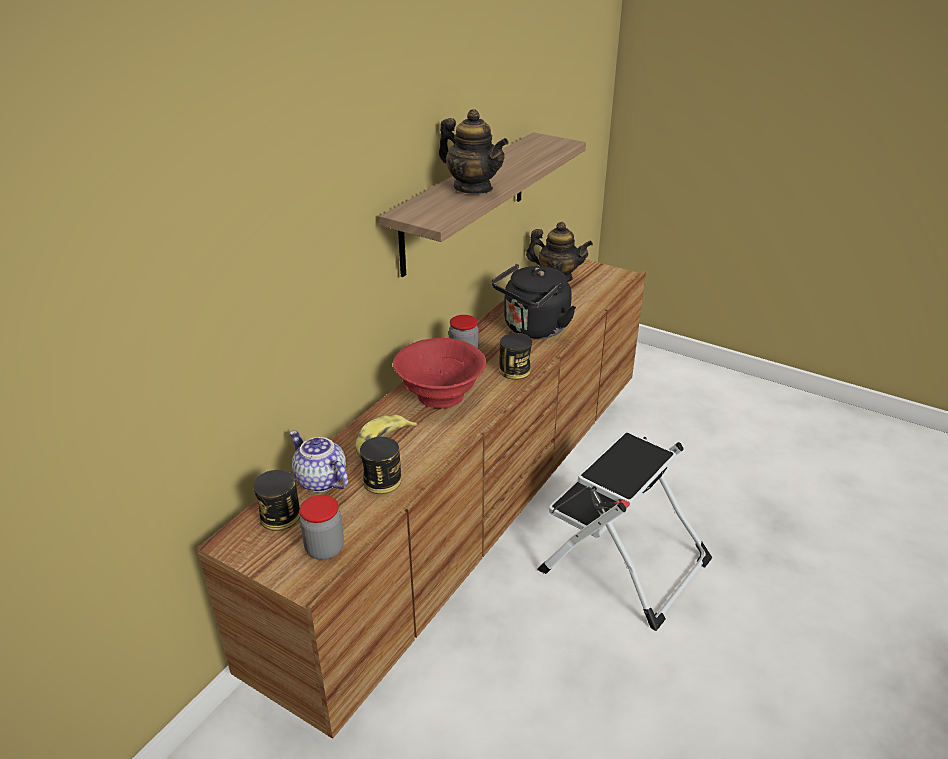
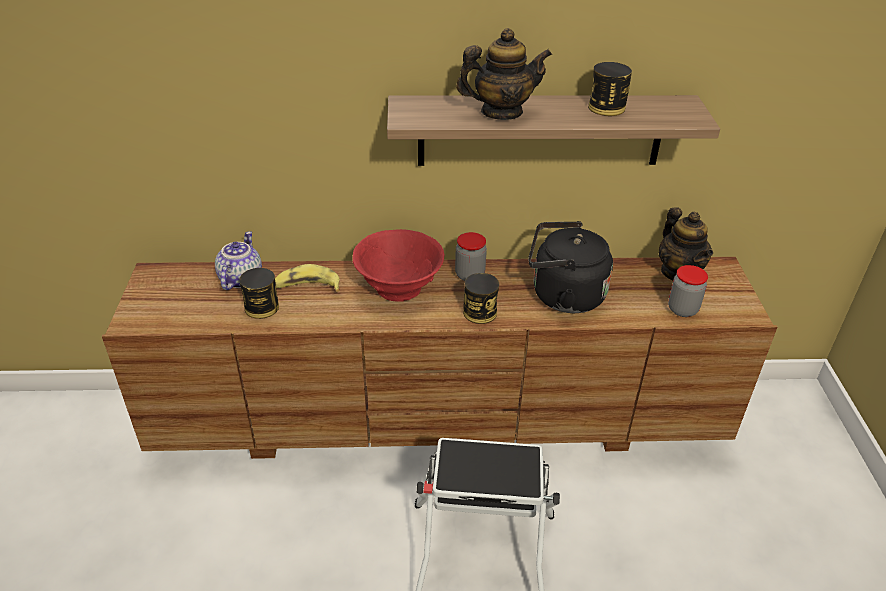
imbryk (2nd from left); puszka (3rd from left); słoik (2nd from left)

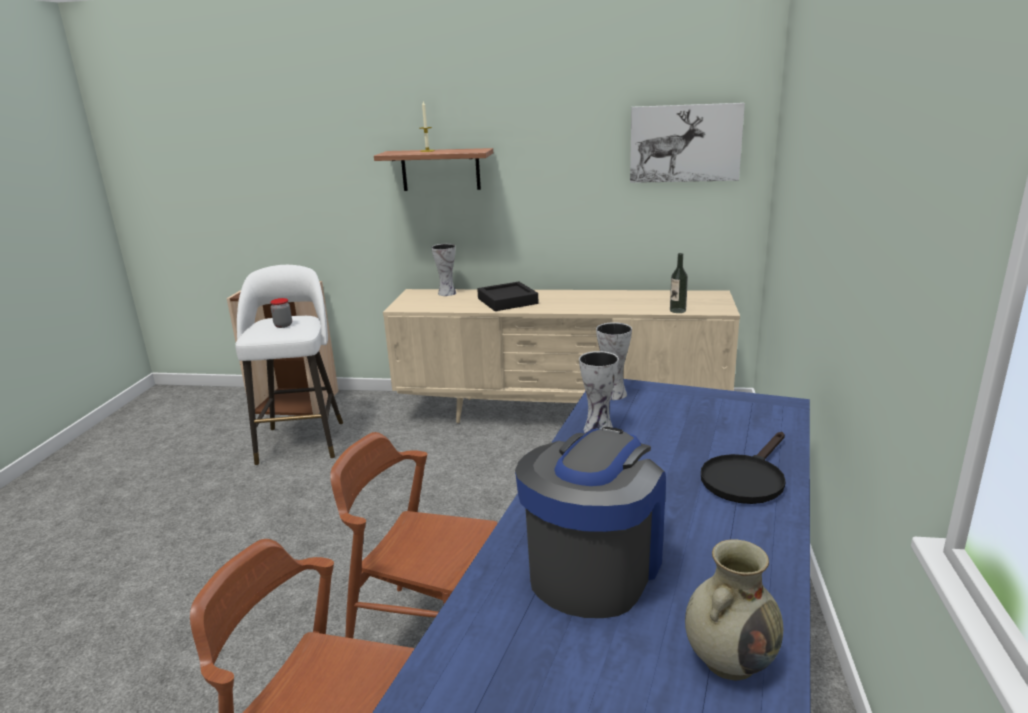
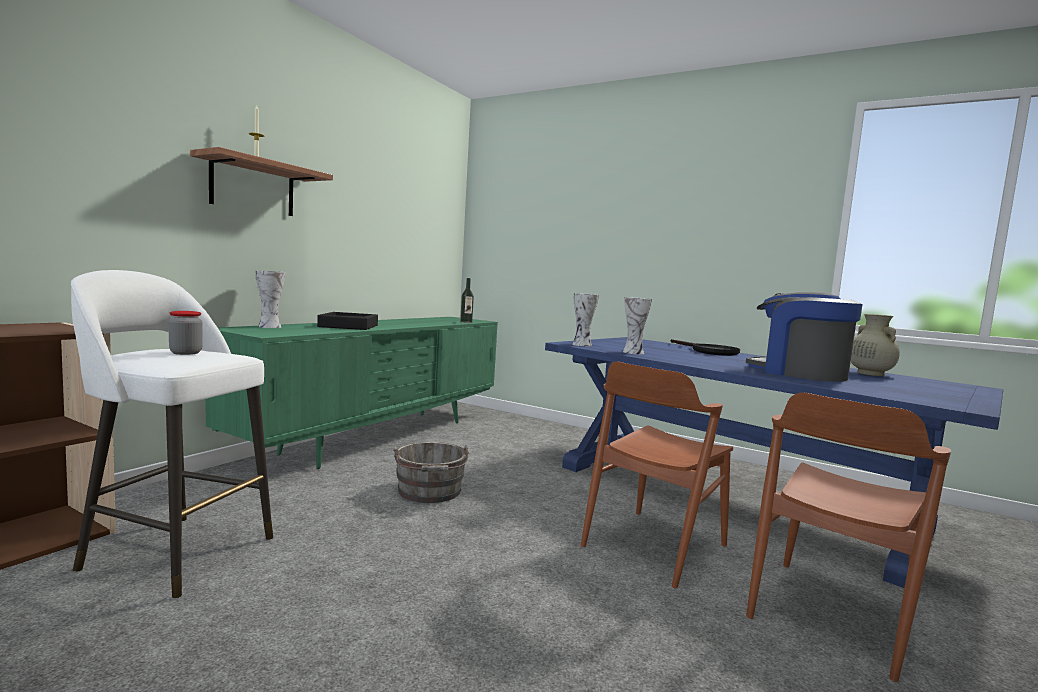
szafka [zielony]; wiadro [szary]; obraz

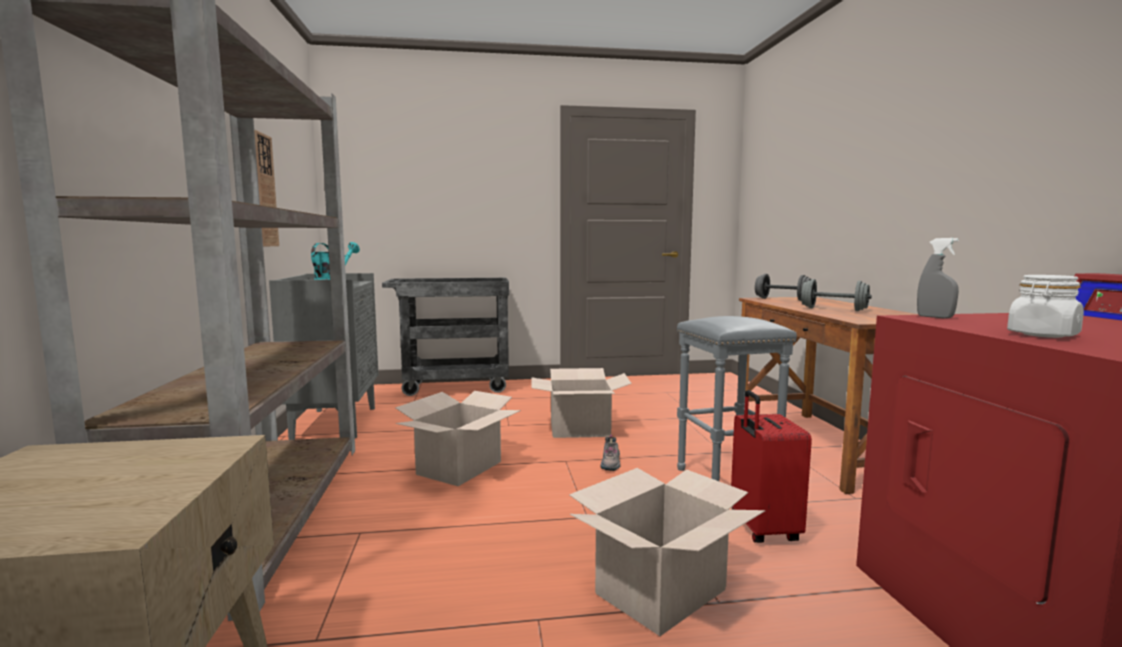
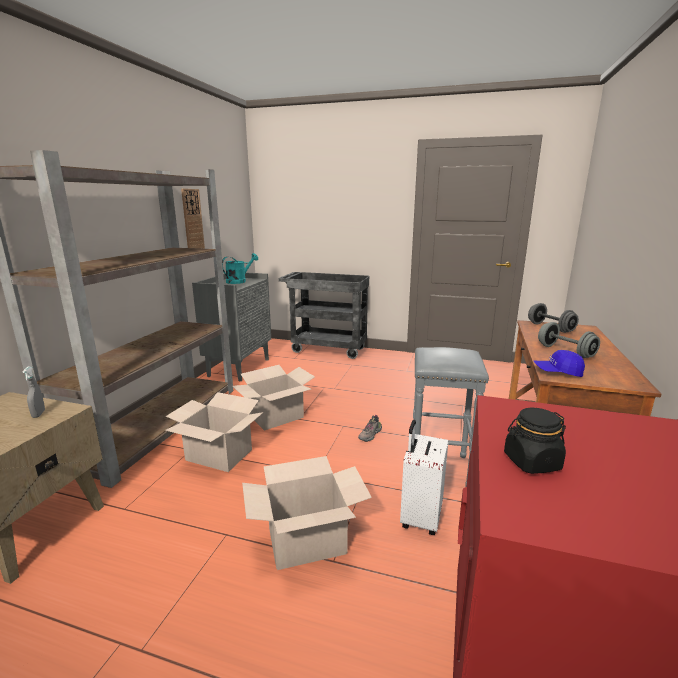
spryskiwacz [szary]; karton (1st from left); walizka [biały]; słoik [czarny]; czapka z daszkiem [niebieski]

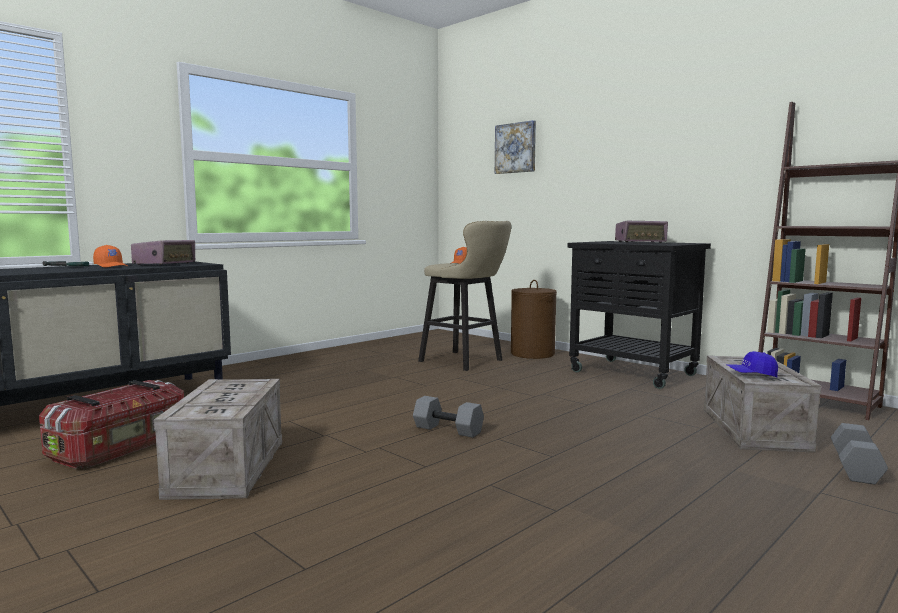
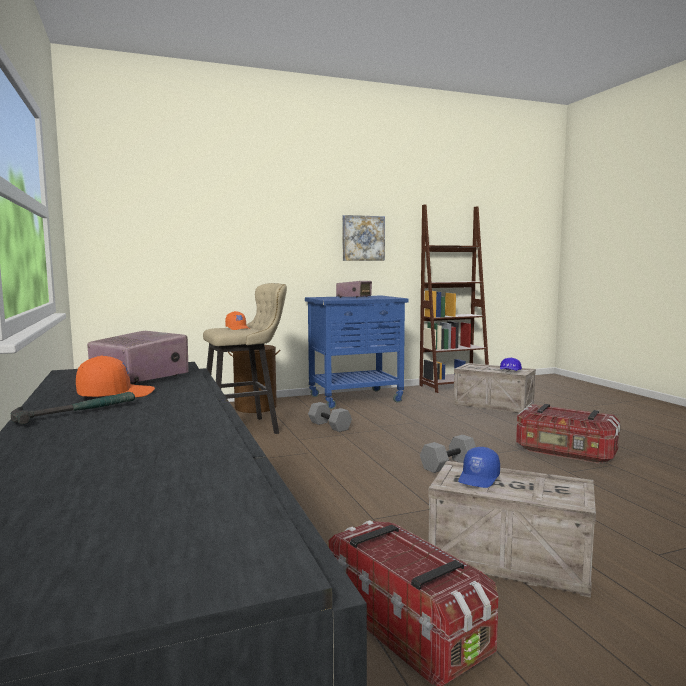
wózek [niebieski]; hantel [szary] (1st from left); obraz; czapka z daszkiem [niebieski] (1st from left); pojemnik do przechowywania (2nd from left)

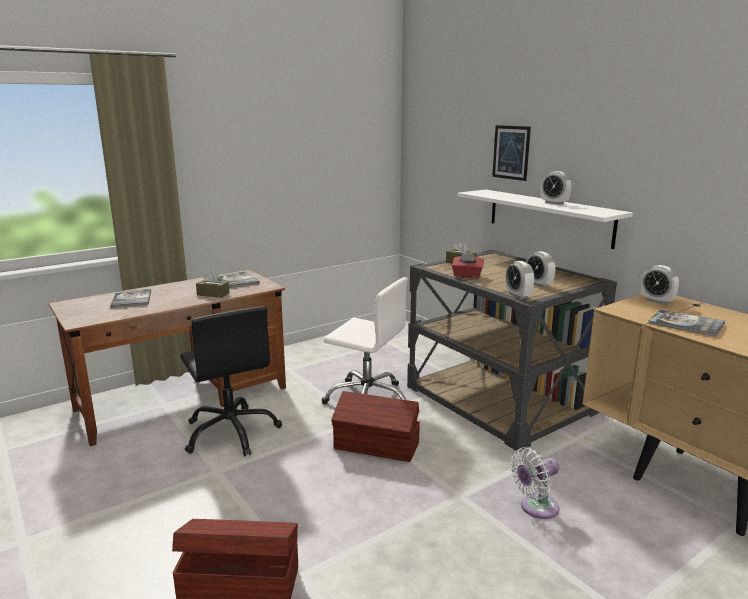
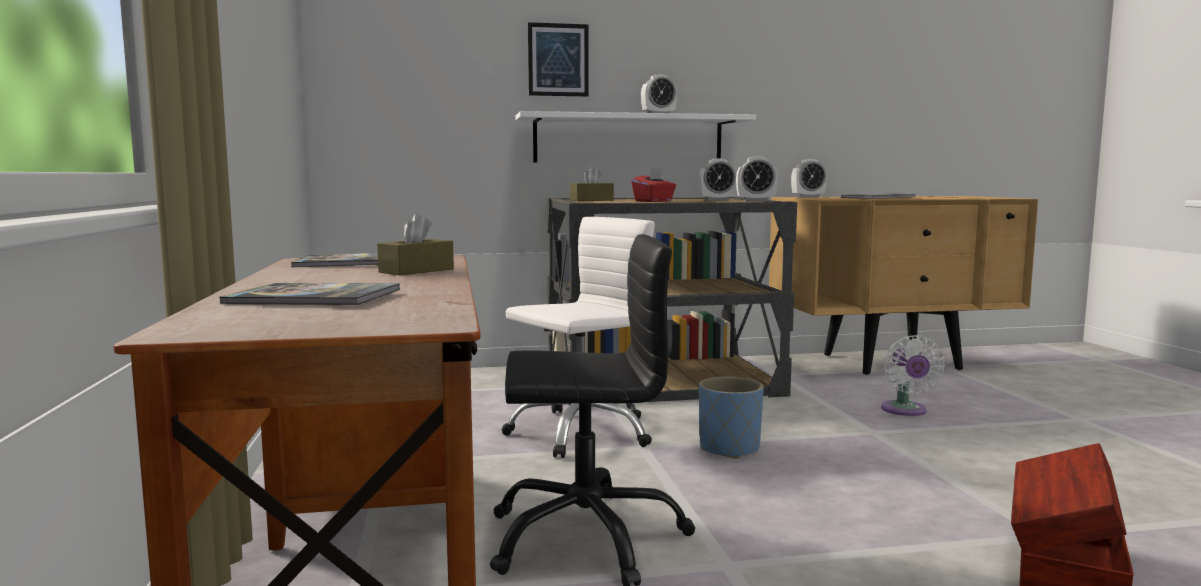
donica [niebieski]

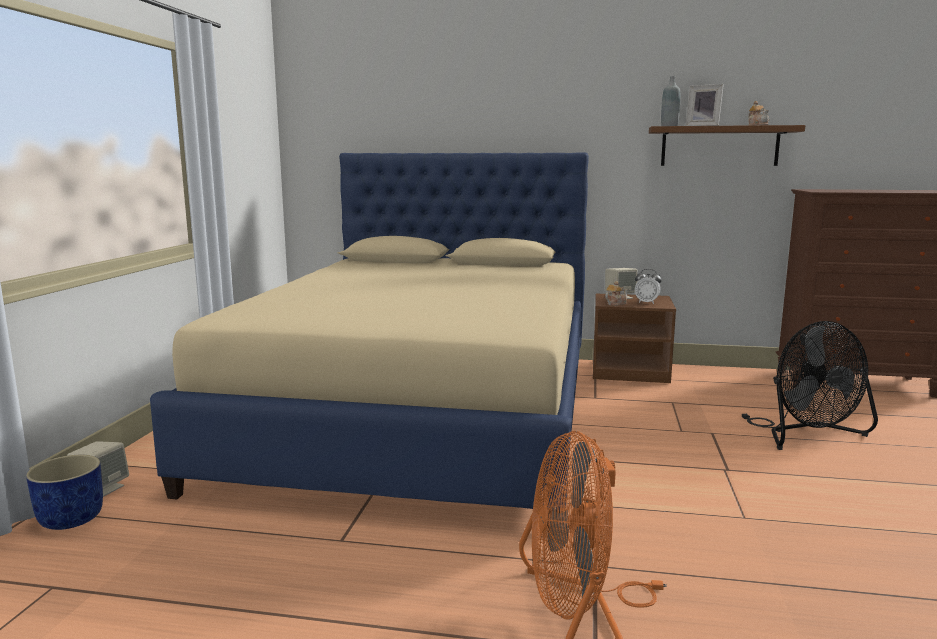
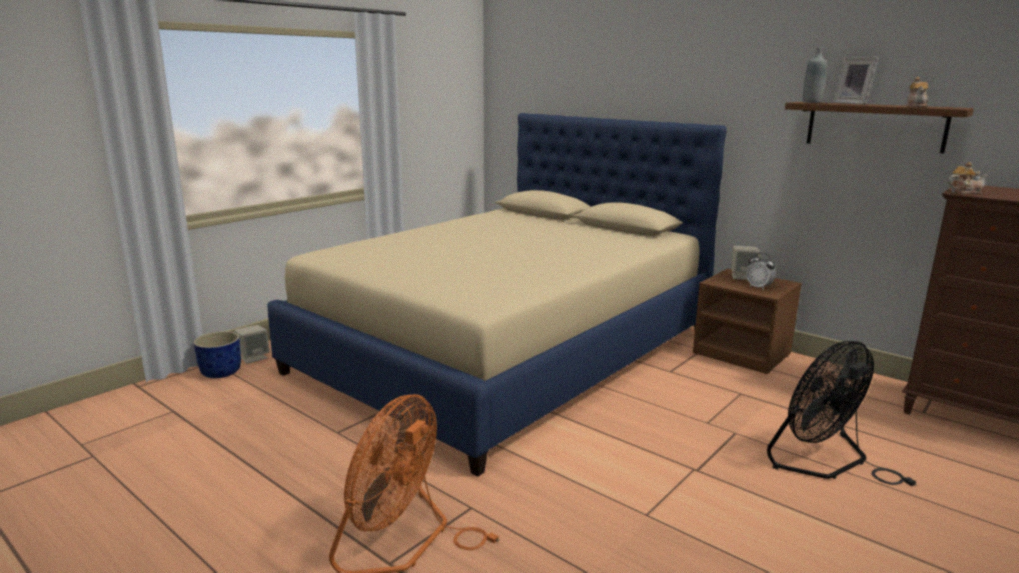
wentylator [czarny]; imbryk (2nd from left)

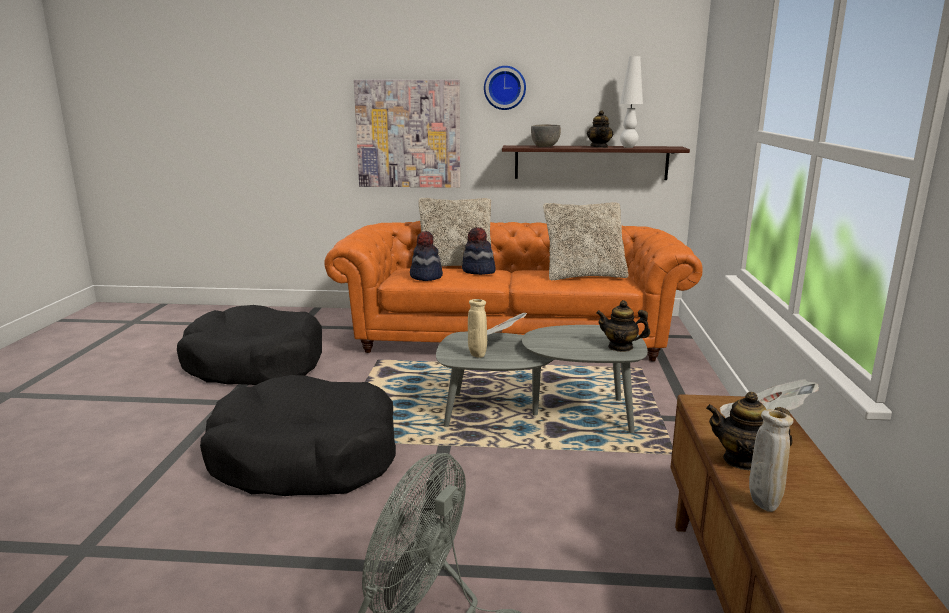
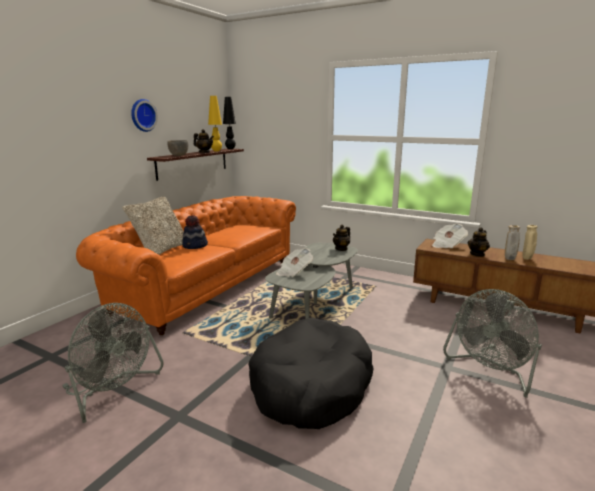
wentylator [szary] (1st from left); lampa stołowa [żółty]; lampa stołowa [czarny]; wazon [beżowy] (2nd from left); obraz; kapelusz (1st from left in the first image); poduszka [beżowy] (2nd from left in the first image)

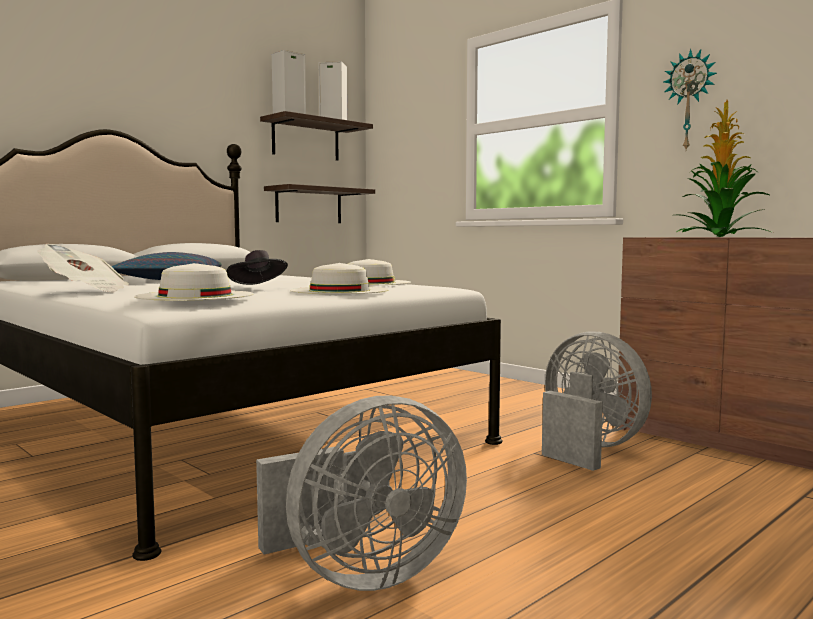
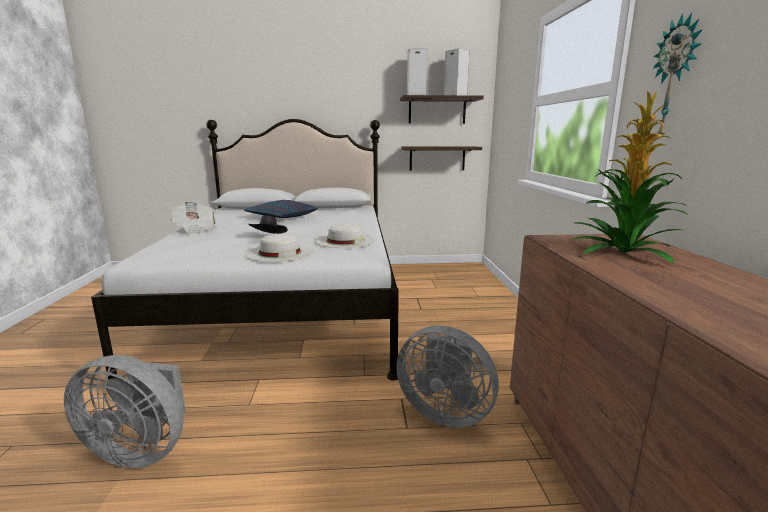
wentylator [szary] (2nd from left); kapelusz [biały] (1st from left in the first image)

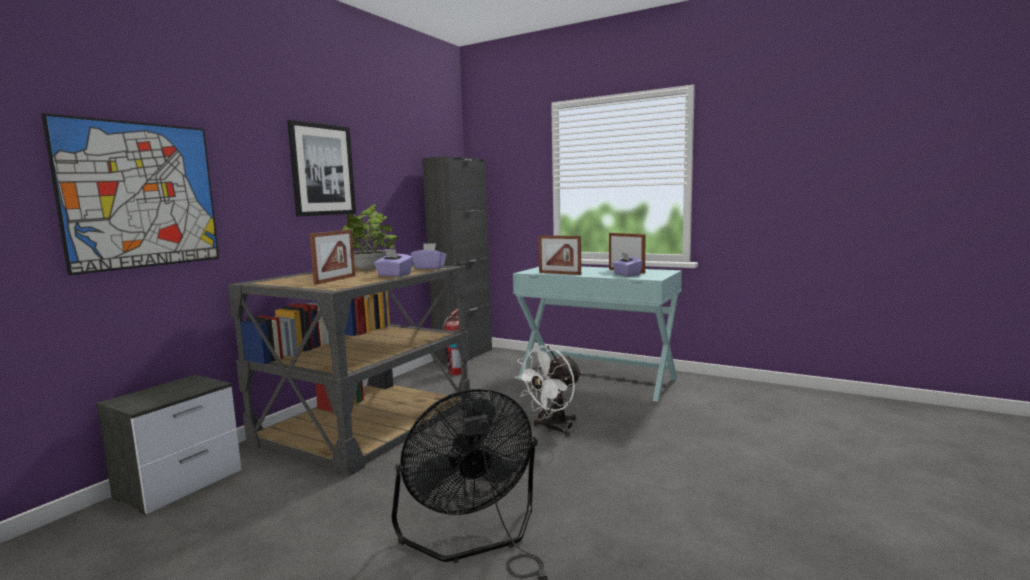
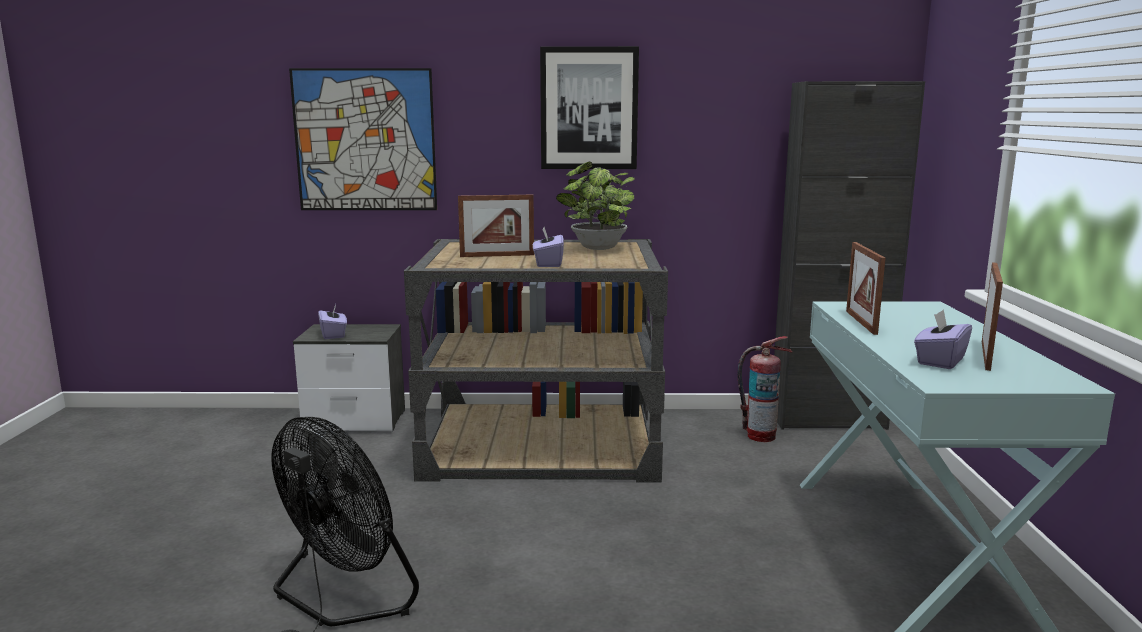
pudełko chusteczek [fioletowy] (1st from left); wentylator [biały]

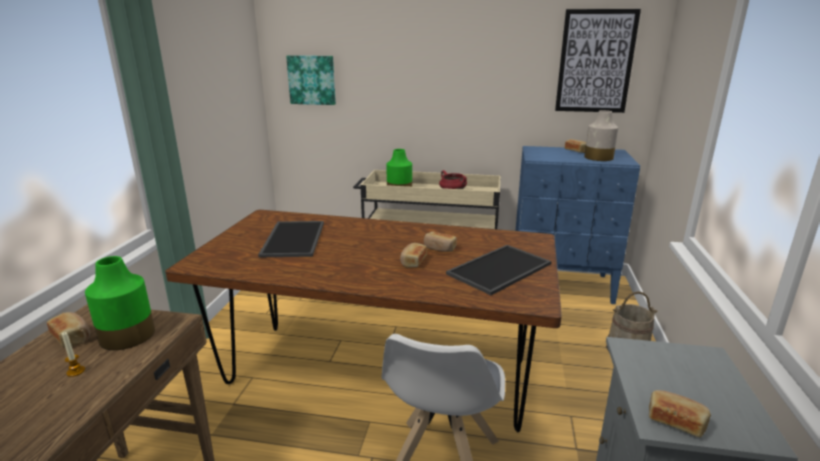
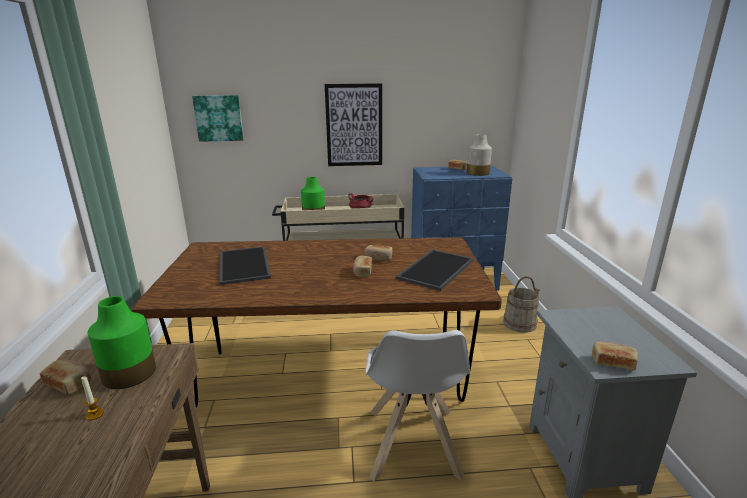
obraz (2nd from left)

